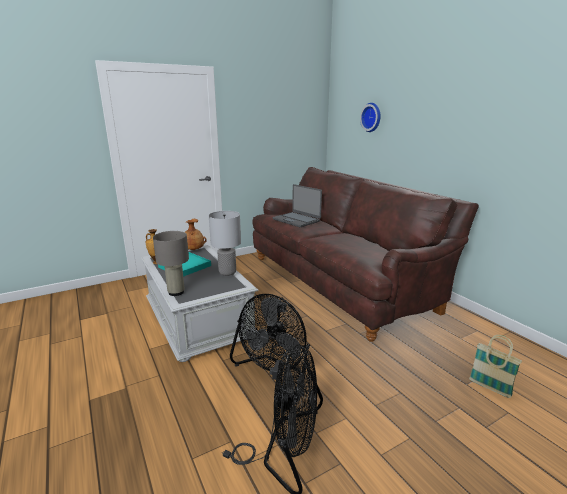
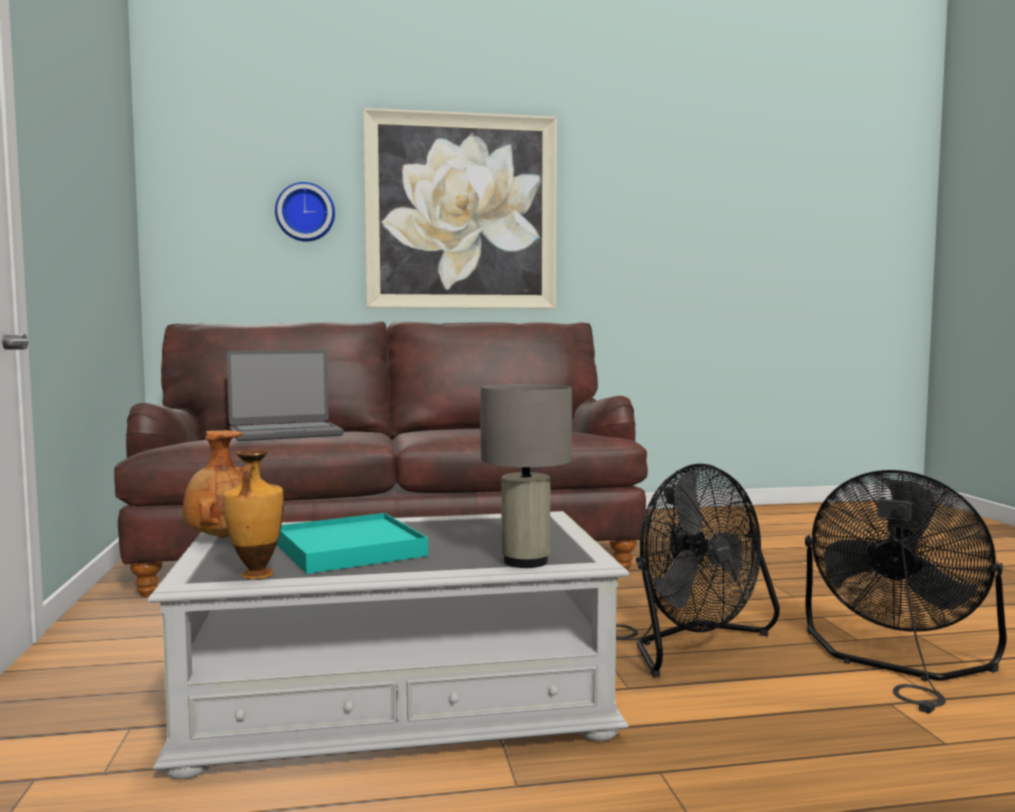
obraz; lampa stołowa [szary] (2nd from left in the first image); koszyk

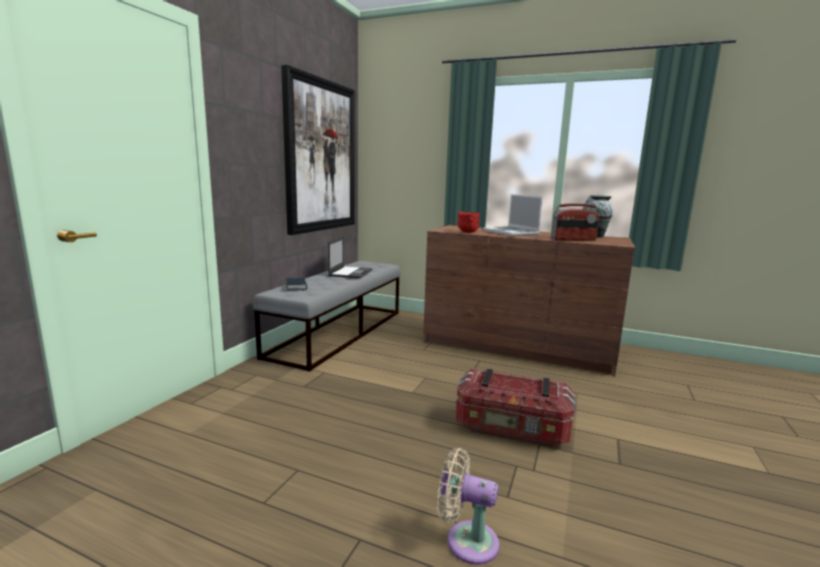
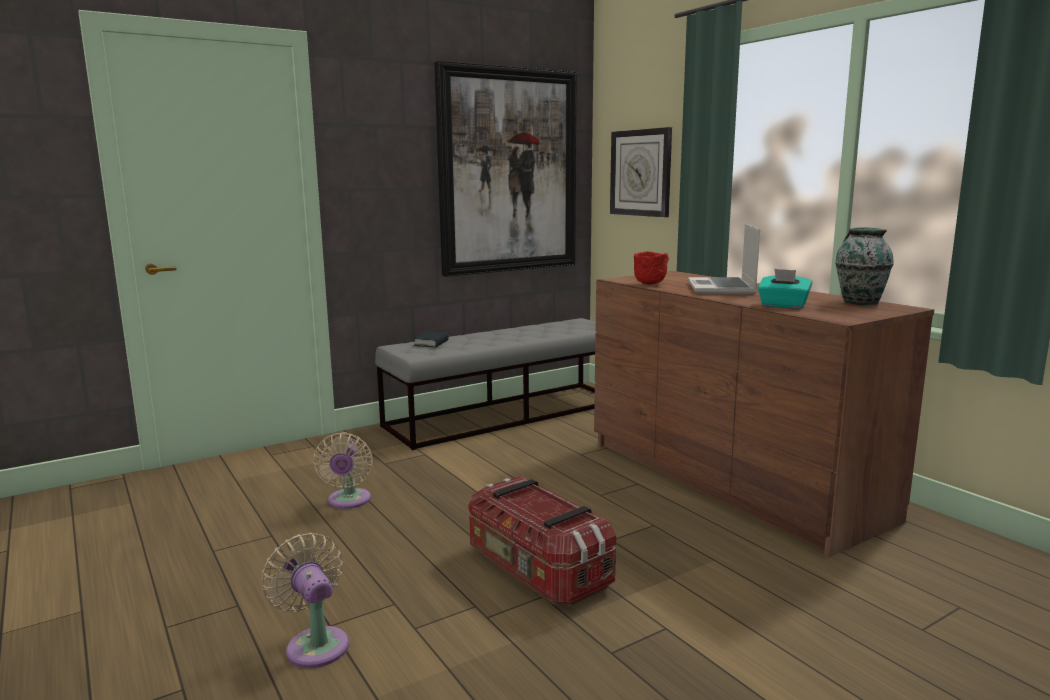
wentylator [beżowy] (2nd from left); zegar ścienny; pudełko chusteczek [turkusowy]; laptop (1st from left in the first image)

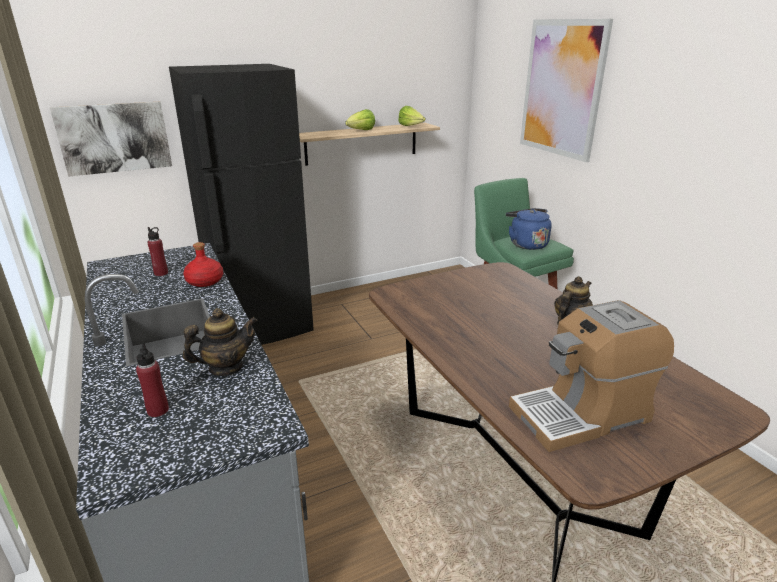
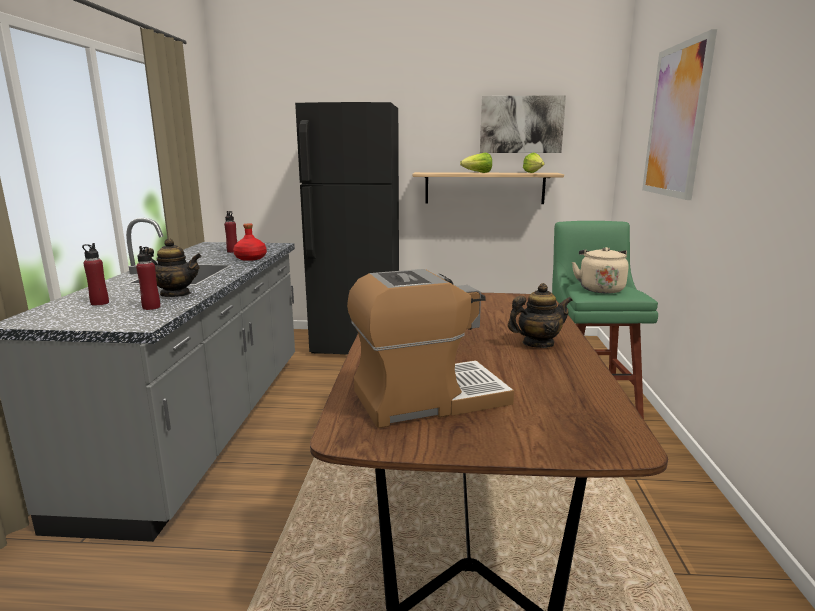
butelka [czerwony] (2nd from left); ekspres do kawy; obraz (1st from left); czajnik [beżowy]

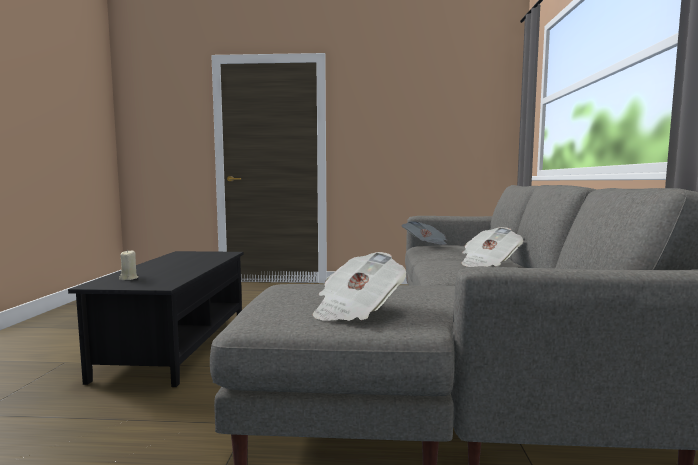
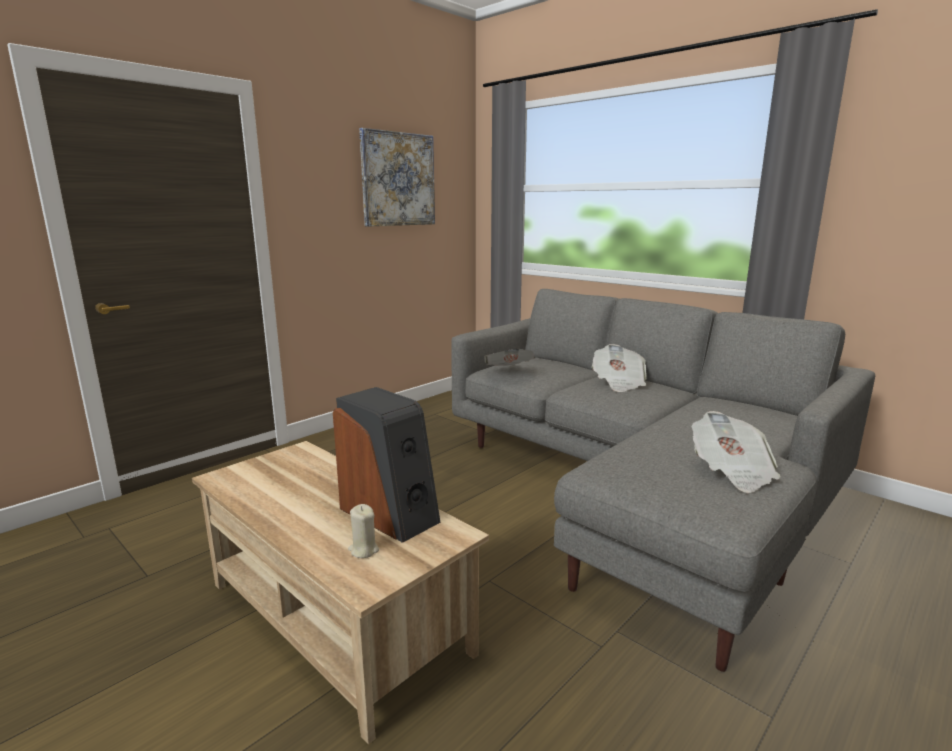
ława [beżowy]; głośnik; obraz

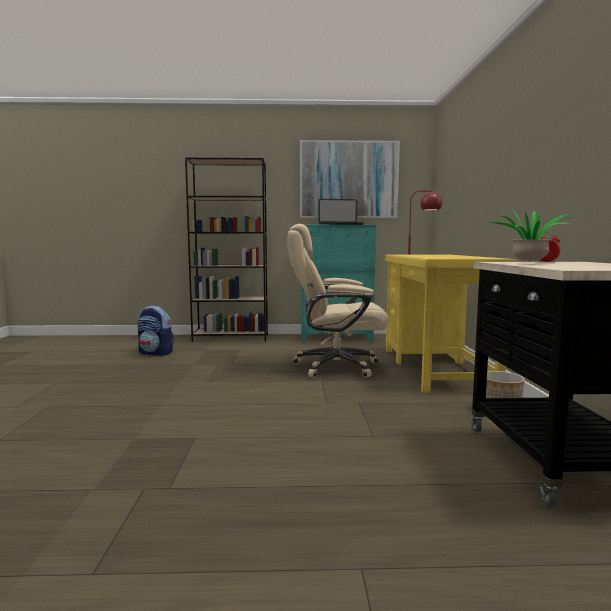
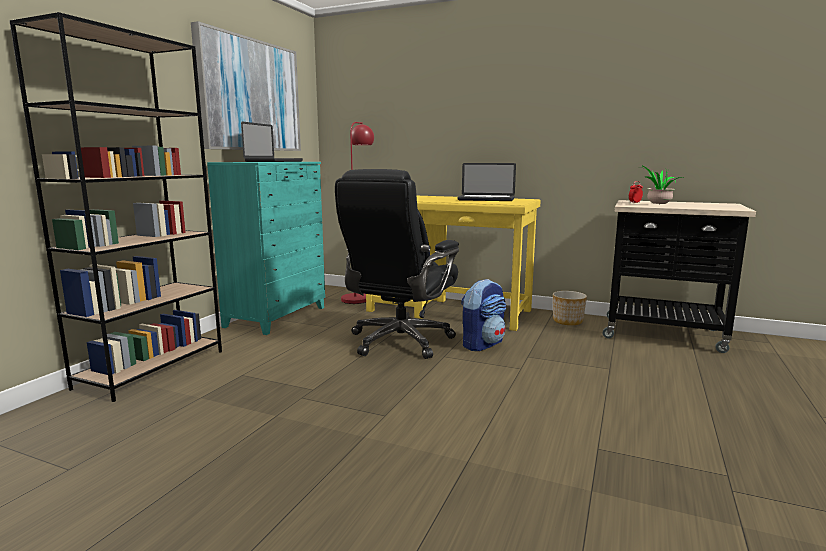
krzesło biurowe [czarny]; laptop (2nd from left); plecak

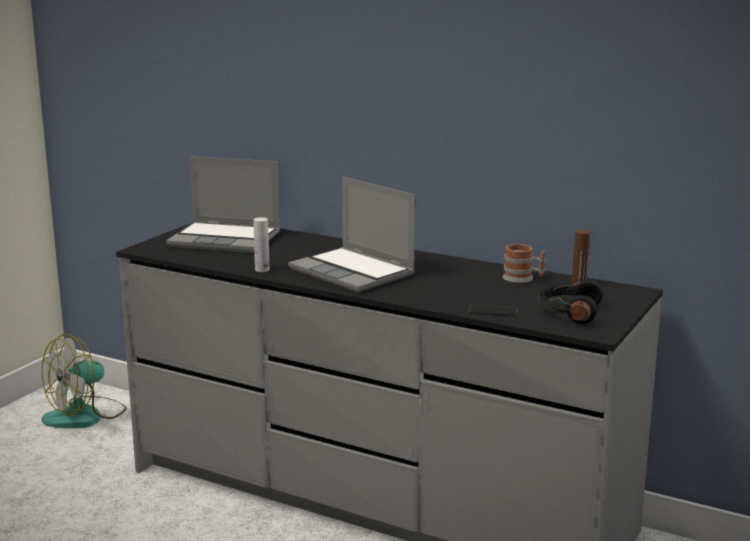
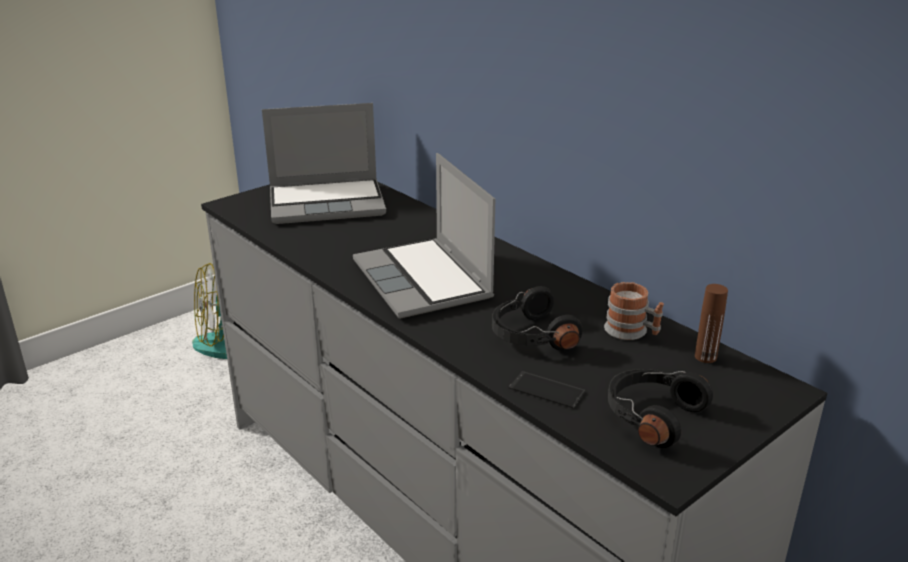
laptop (1st from left); słuchawki [czarny] (1st from left); butelka [biały]

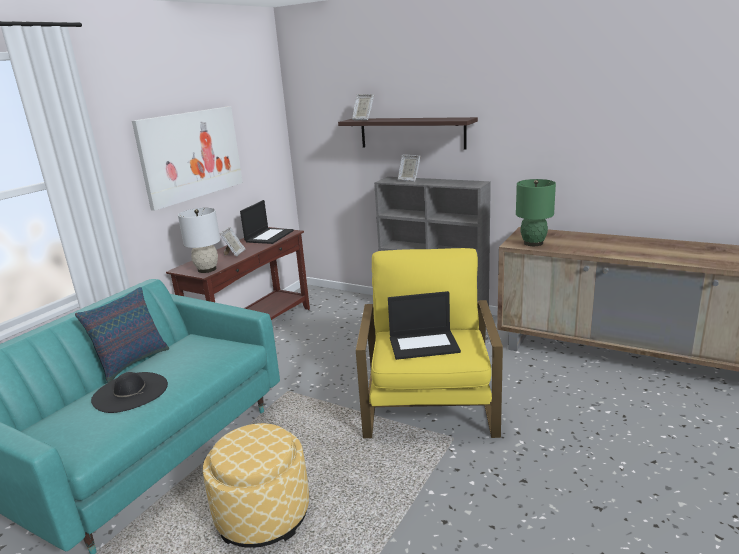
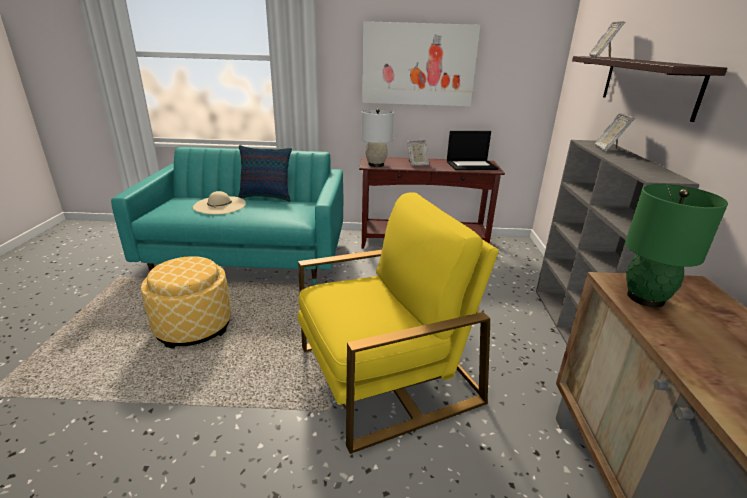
kapelusz [beżowy]; laptop (2nd from left in the first image)

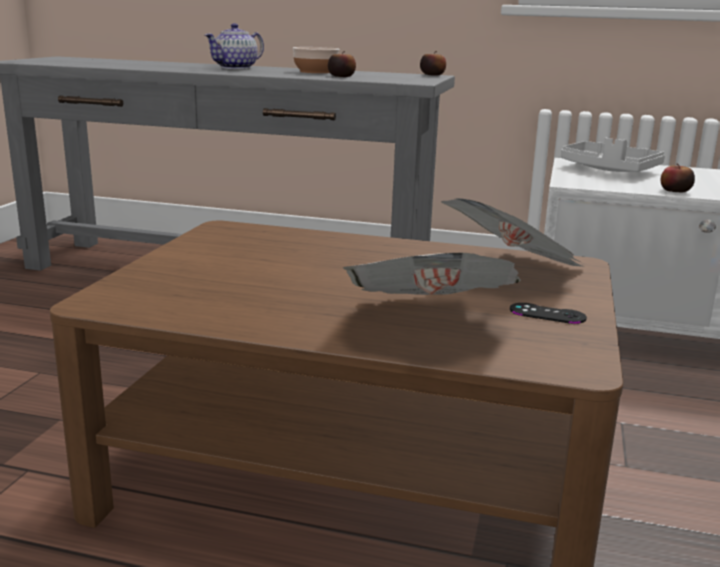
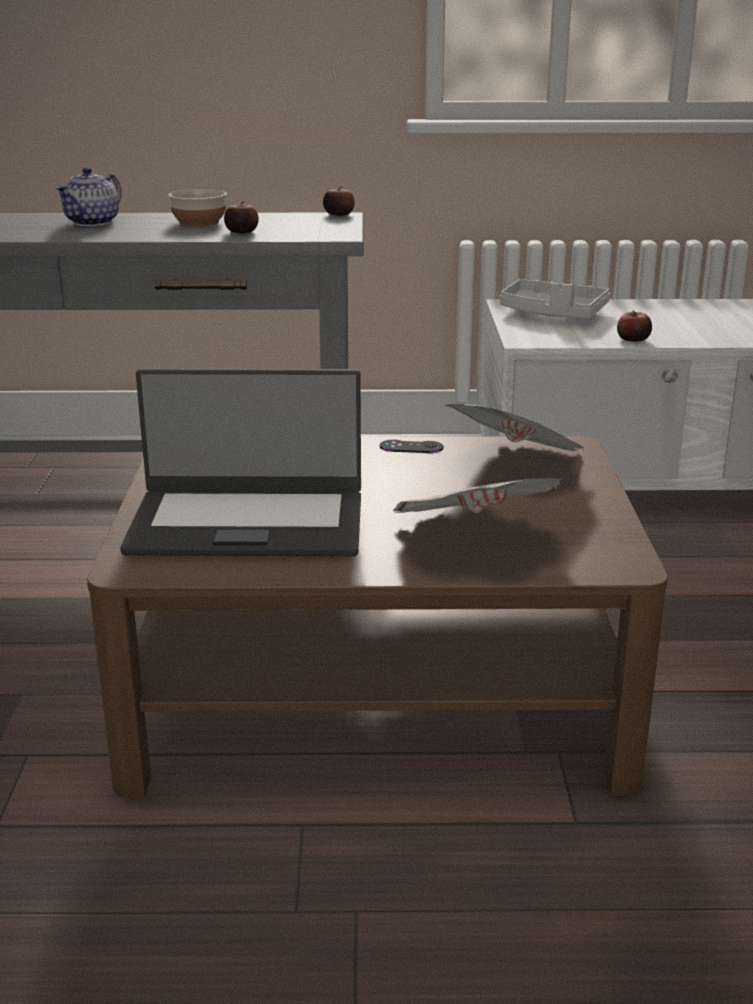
laptop; pad do gier [czarny]

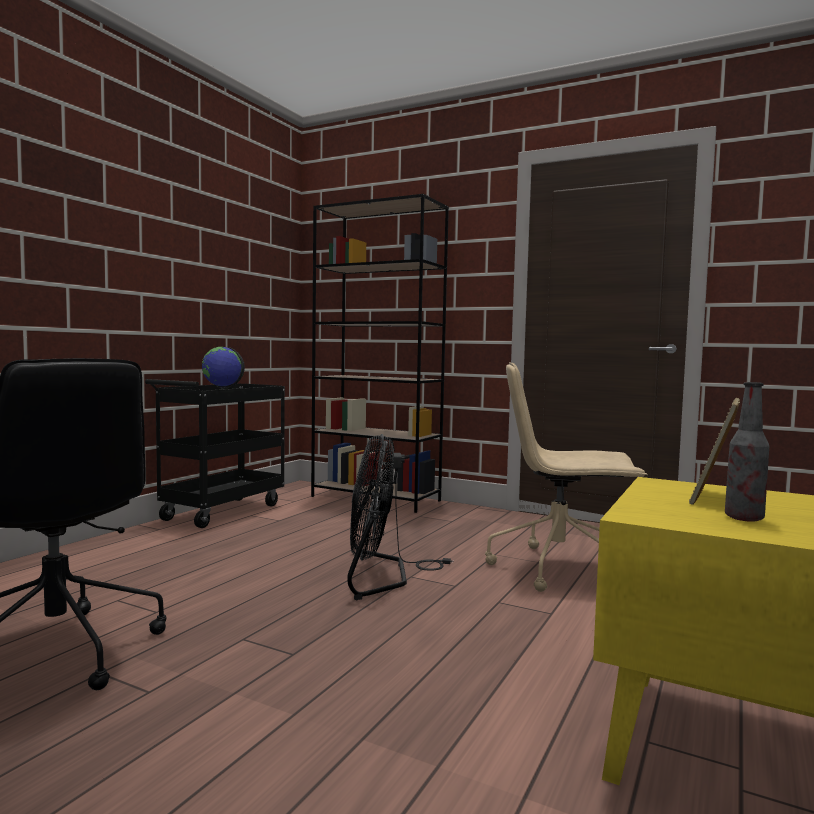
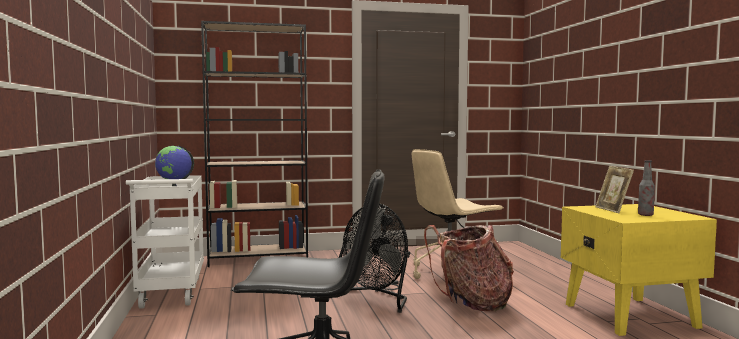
wózek [biały]; plecak

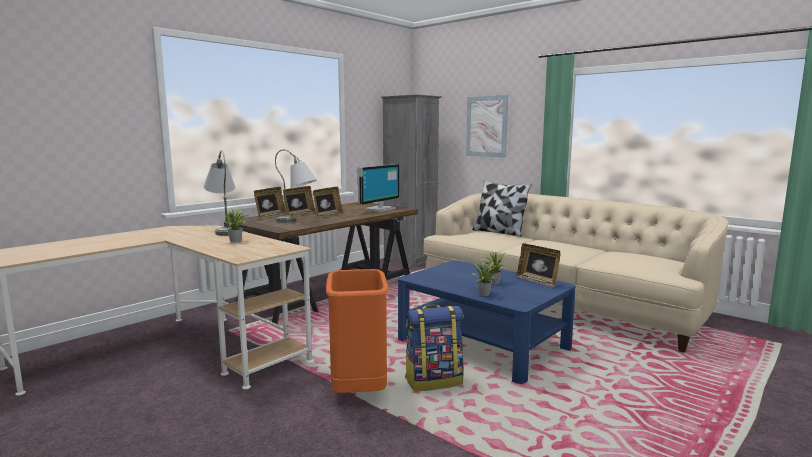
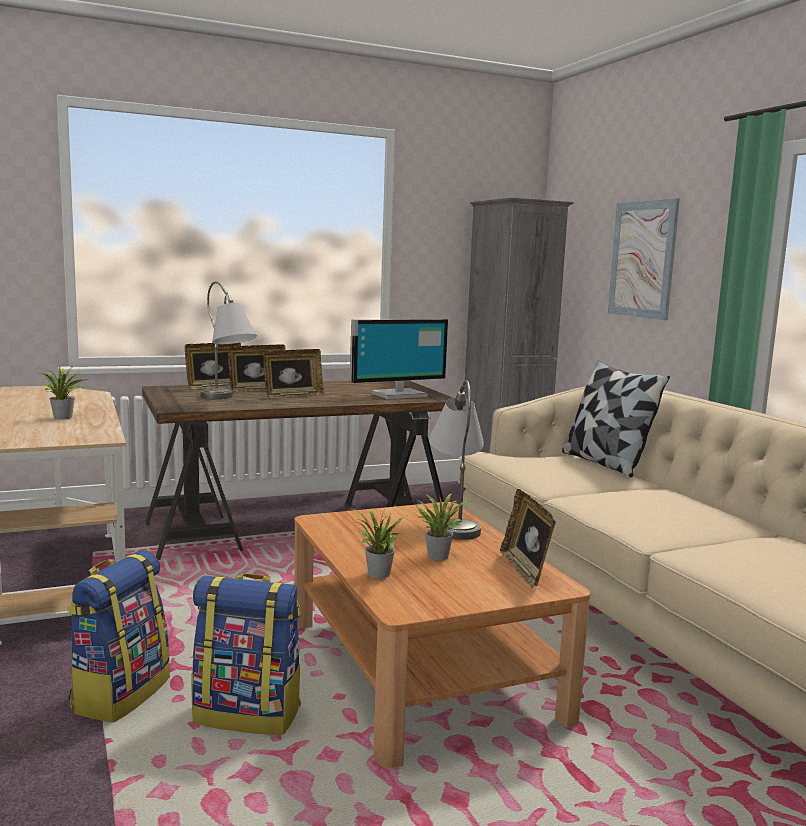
plecak (1st from left); ława [brązowy]; lampa stołowa [szary] (2nd from left)

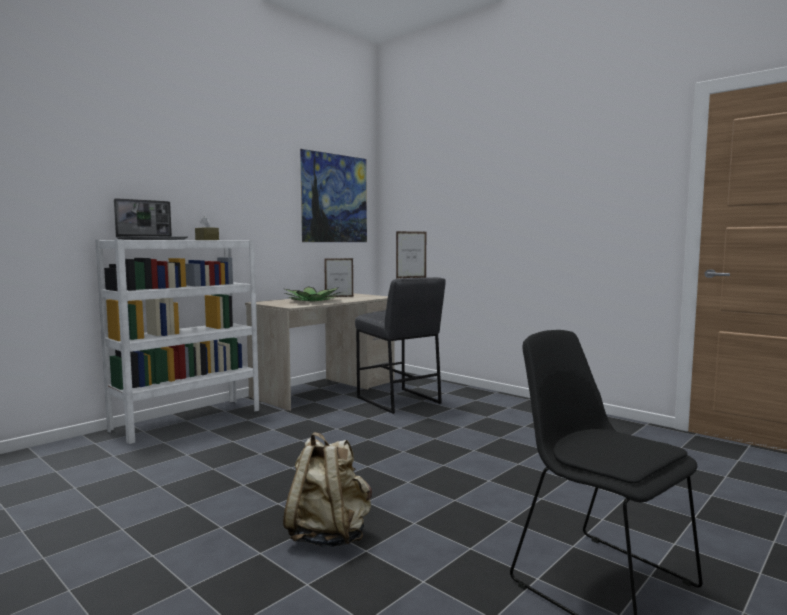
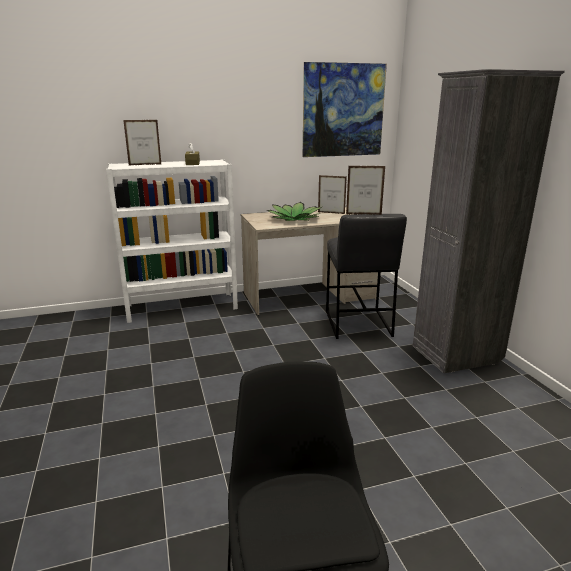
ramka na zdjęcie (1st from left); szafka [szary]; plecak [beżowy]

